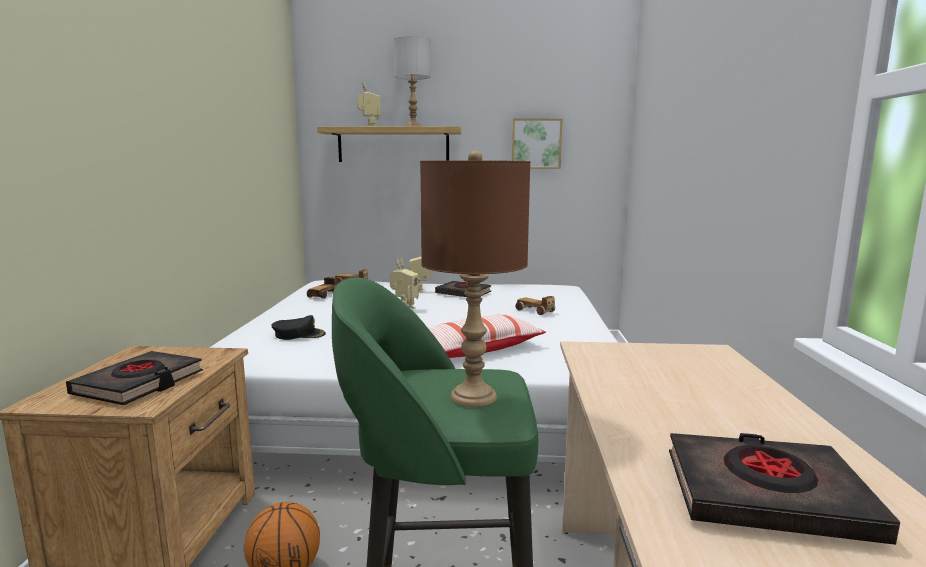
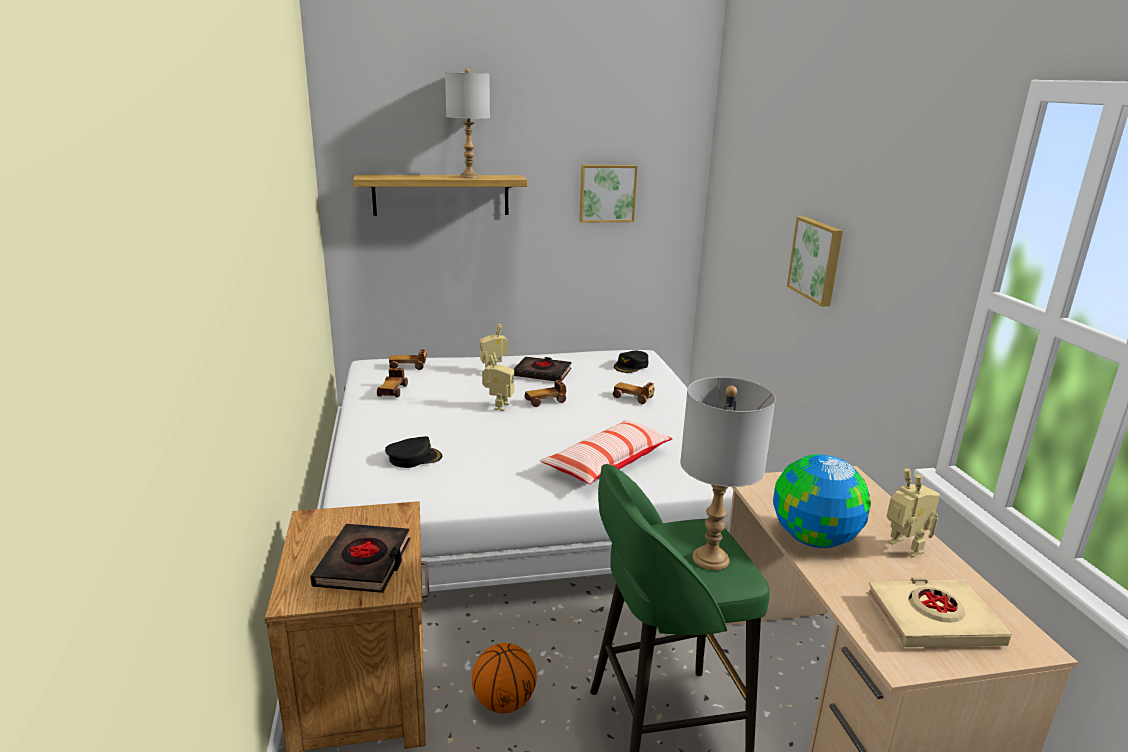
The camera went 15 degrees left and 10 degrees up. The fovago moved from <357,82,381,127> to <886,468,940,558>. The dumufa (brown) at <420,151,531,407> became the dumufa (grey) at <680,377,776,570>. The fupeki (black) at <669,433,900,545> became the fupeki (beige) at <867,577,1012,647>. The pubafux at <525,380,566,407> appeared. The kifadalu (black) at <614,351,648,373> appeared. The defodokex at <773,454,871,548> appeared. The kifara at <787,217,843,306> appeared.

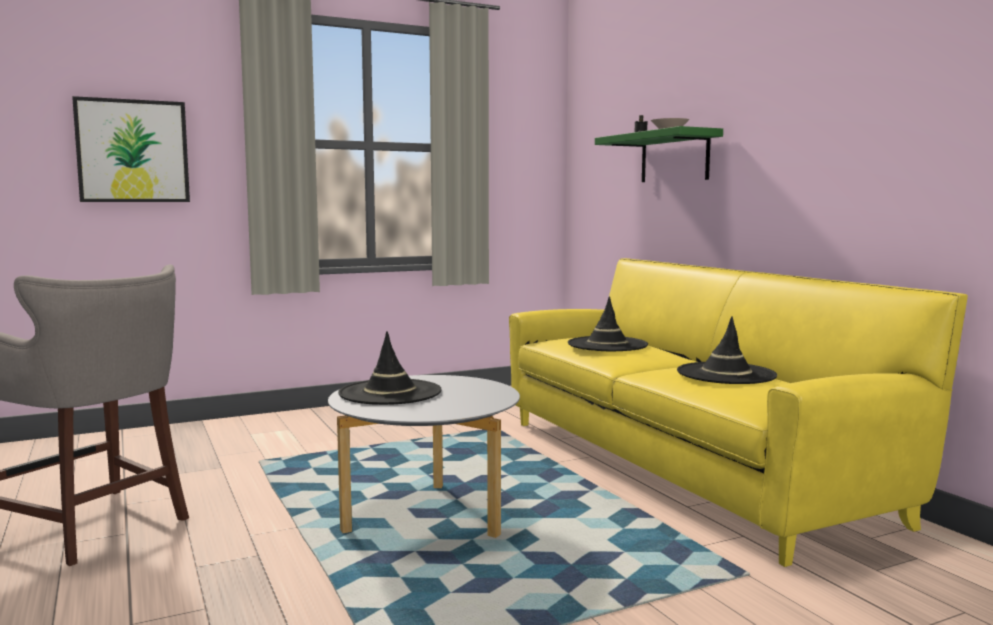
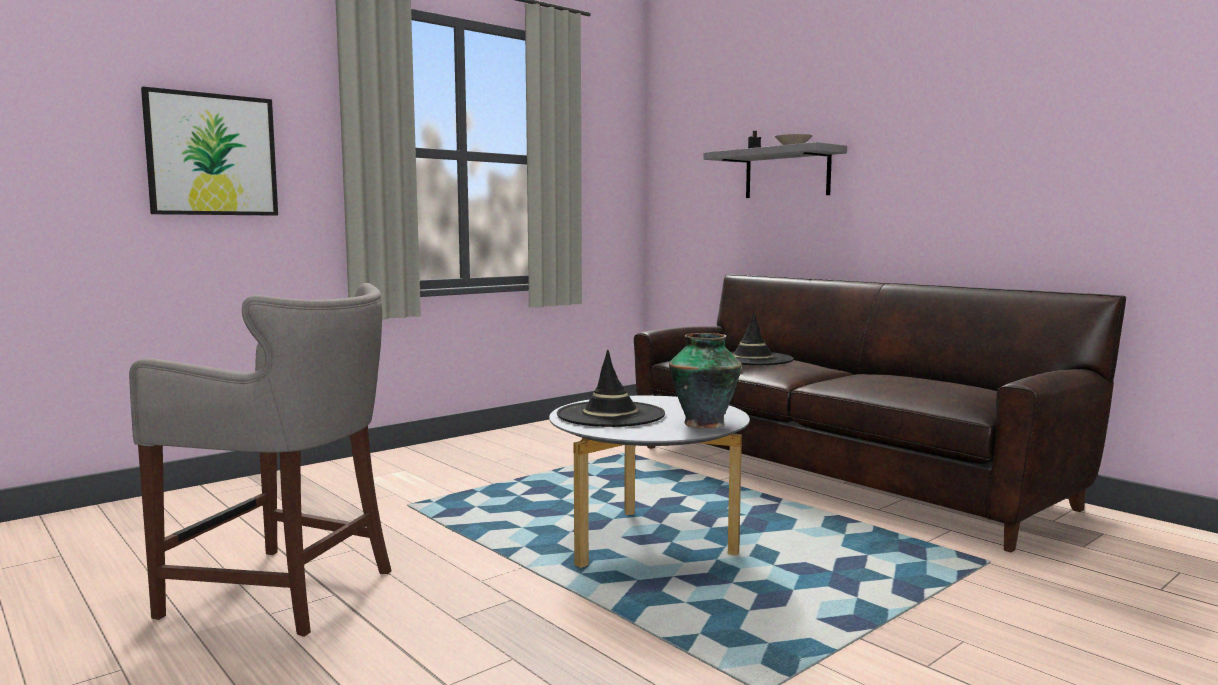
The camera went 15 degrees left and 0 degrees up. The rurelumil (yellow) at <509,258,968,567> became the rurelumil (brown) at <634,274,1126,552>. The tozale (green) at <595,126,723,182> became the tozale (grey) at <703,142,847,198>. The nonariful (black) at <677,316,777,384> disappeared. The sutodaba at <669,333,742,429> appeared.

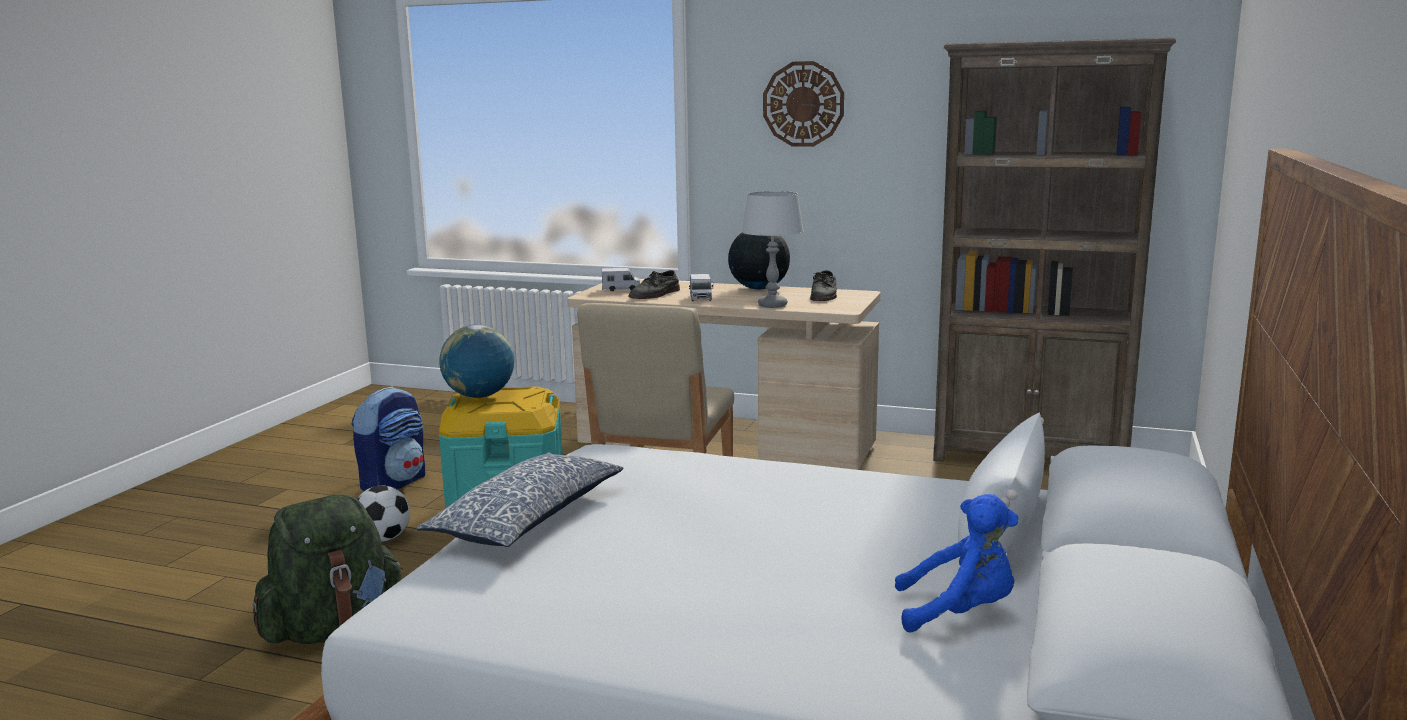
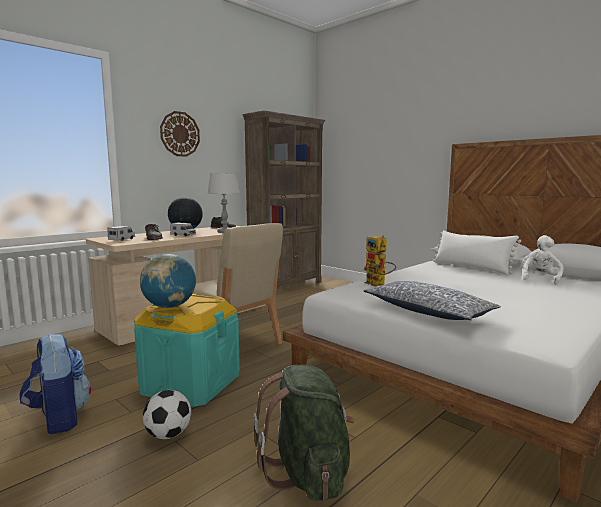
The camera went 65 degrees left and 5 degrees down. The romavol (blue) at <895,494,1018,633> became the romavol (white) at <520,235,564,285>. The fovago at <364,235,396,287> appeared.

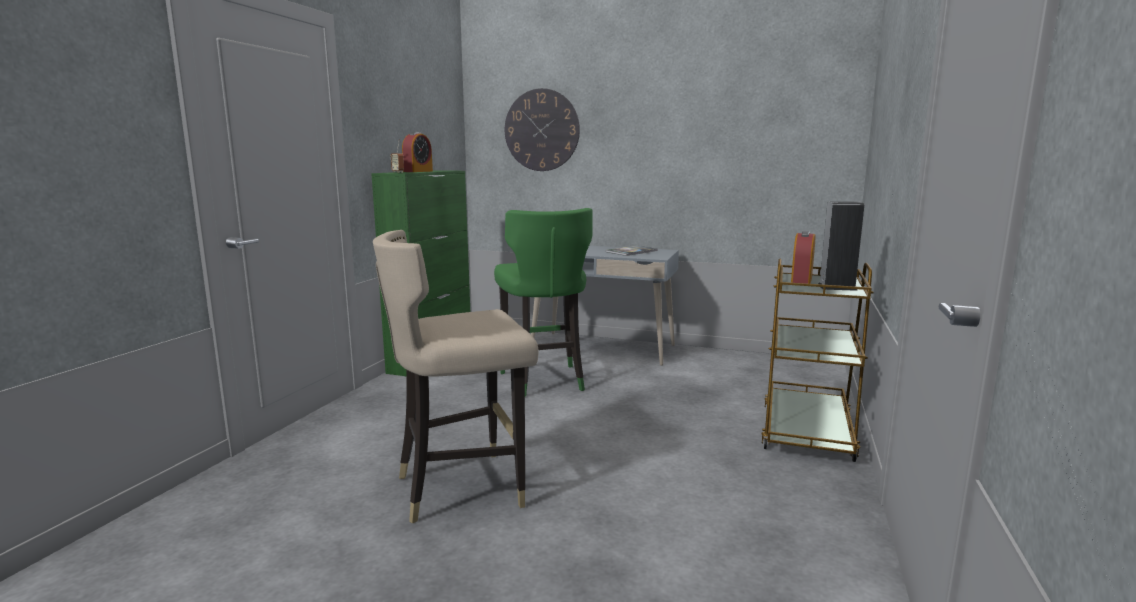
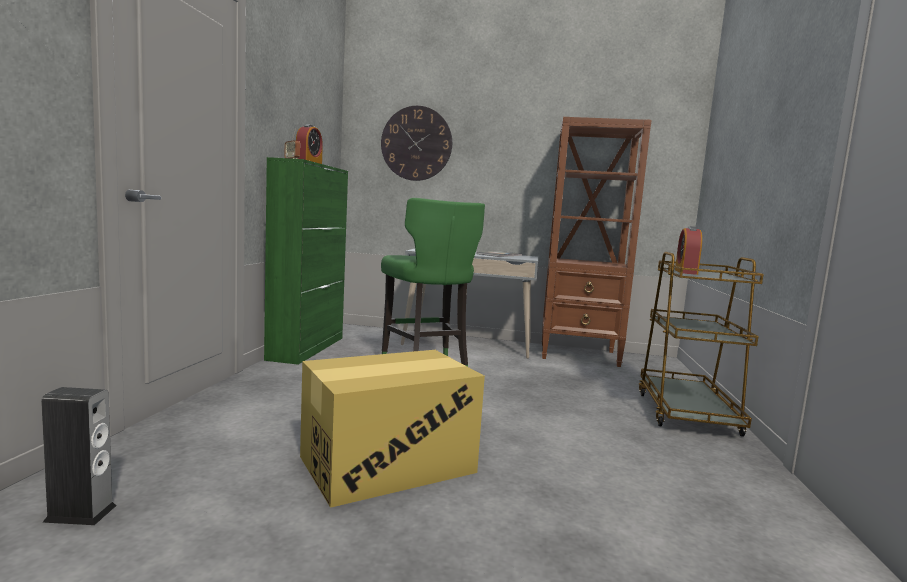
The camera went 10 degrees left and 5 degrees down. The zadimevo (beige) at <373,230,539,524> was replaced by the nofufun at <300,350,485,508>. The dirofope moved from <818,201,864,291> to <41,387,116,525>. The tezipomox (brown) at <542,117,652,367> appeared.

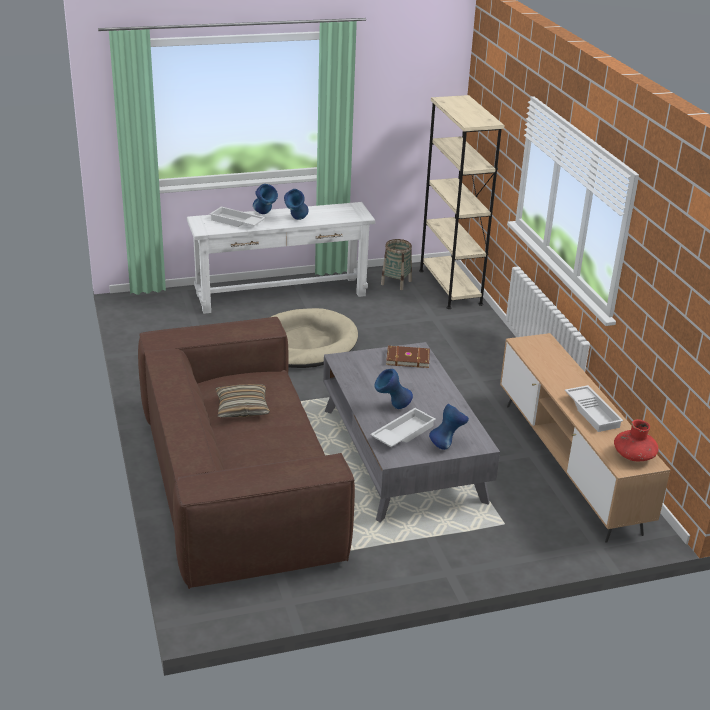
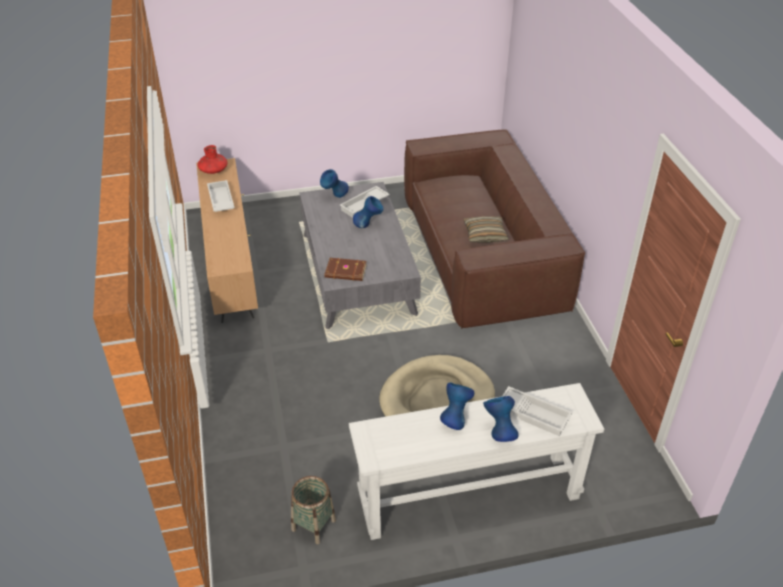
The camera went 175 degrees left and 10 degrees up. The tezipomox (beige) at <419,95,505,309> disappeared.

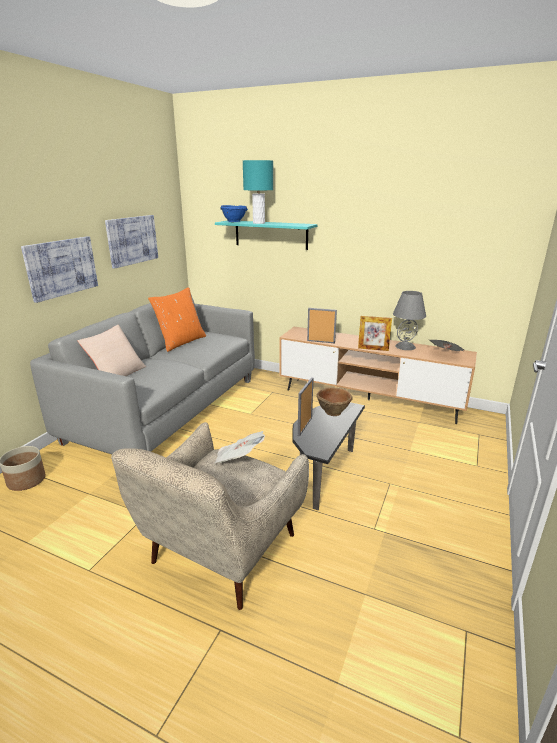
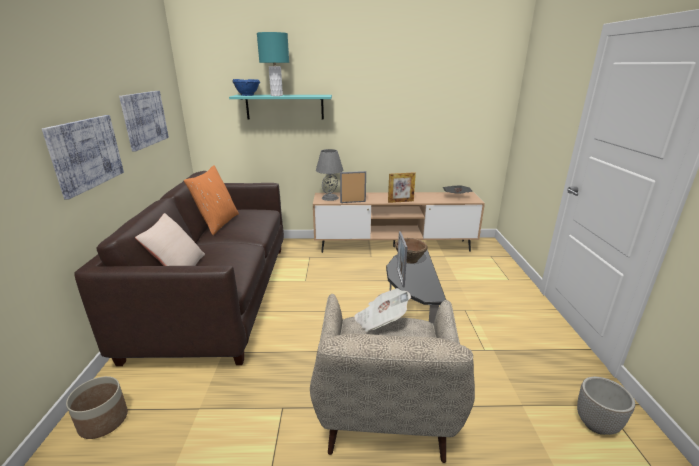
The camera went 25 degrees left and 0 degrees up. The rurelumil (grey) at <30,295,255,454> became the rurelumil (brown) at <74,171,284,366>. The dumufa (grey) moved from <393,291,426,350> to <316,149,343,201>. The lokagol at <577,377,635,435> appeared.

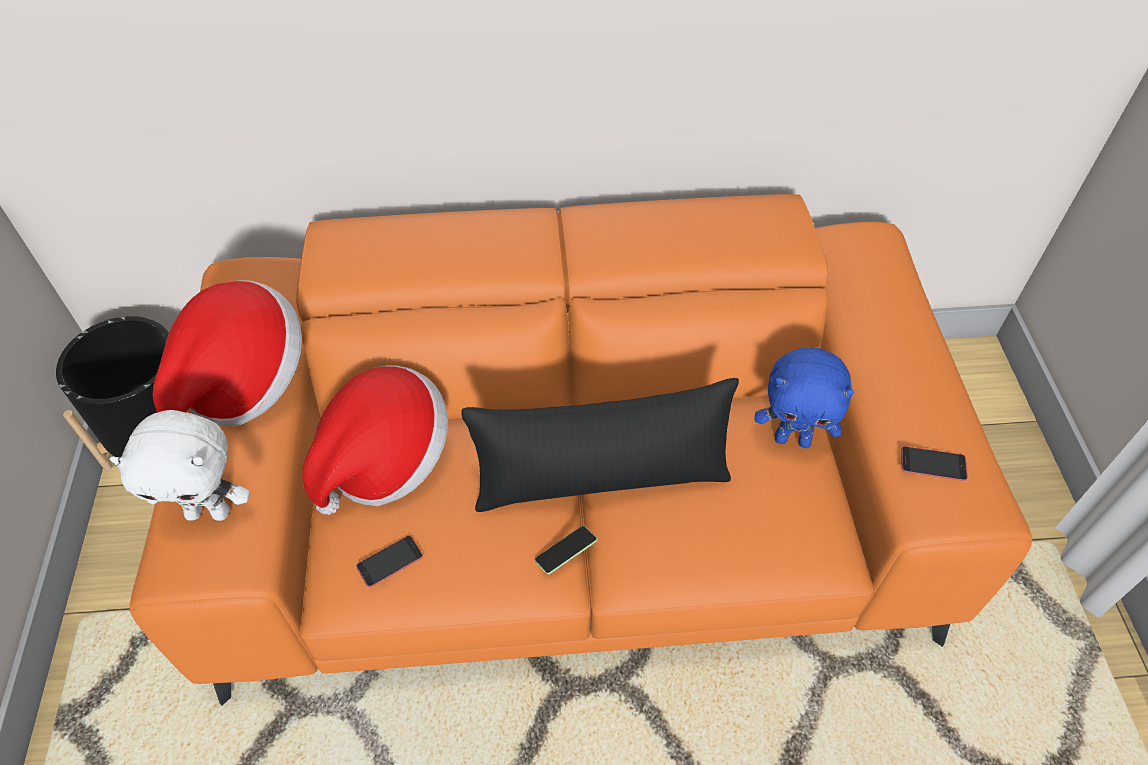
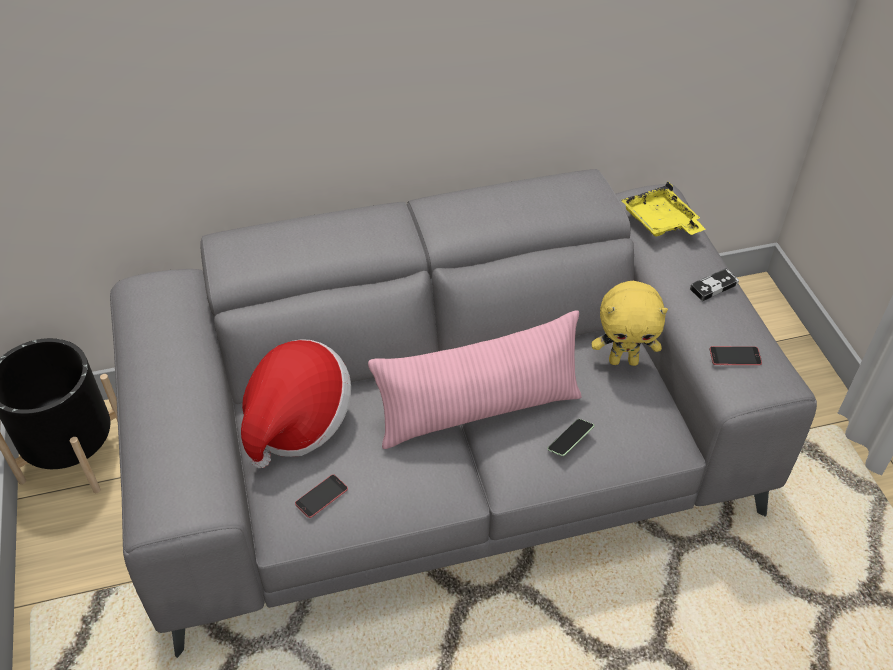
The camera went 10 degrees left and 5 degrees down. The romavol (white) at <110,410,250,521> disappeared. The rurelumil (orange) at <130,194,1032,706> became the rurelumil (grey) at <110,169,817,658>. The nonariful at <153,280,302,426> disappeared. The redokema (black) at <461,378,739,512> became the redokema (pink) at <368,310,581,449>. The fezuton moved from <535,526,598,575> to <547,419,595,456>. The romavol (blue) at <754,347,854,448> became the romavol (yellow) at <592,281,668,366>. The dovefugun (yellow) at <621,182,705,236> appeared. The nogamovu at <690,268,739,301> appeared.

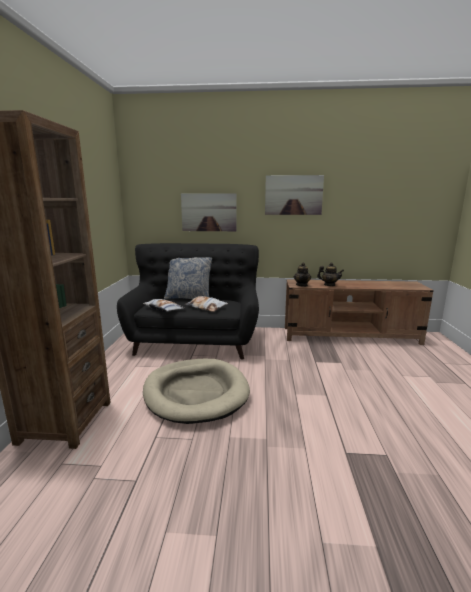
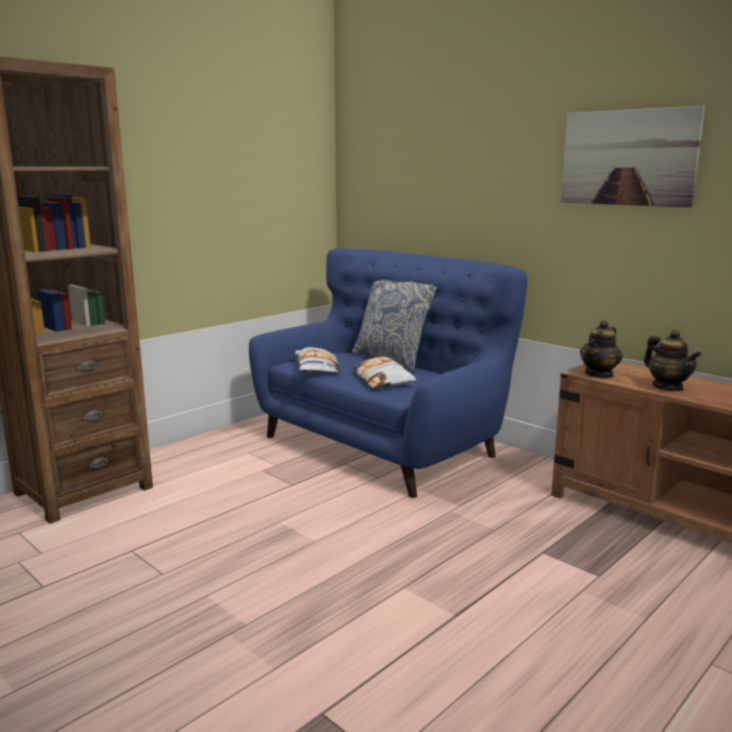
The camera went 40 degrees right and 0 degrees up. The rurelumil (black) at <117,243,259,360> became the rurelumil (blue) at <249,249,528,498>. The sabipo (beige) at <143,359,250,424> disappeared. The kifara at <181,193,236,231> disappeared.

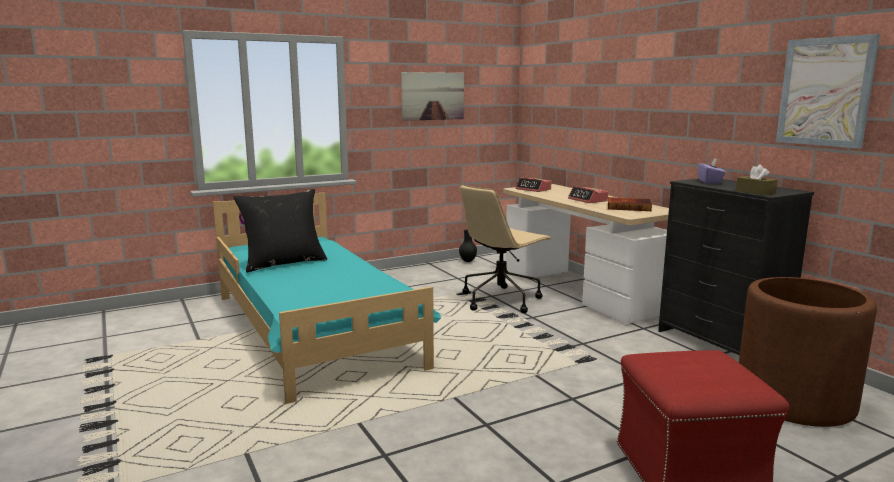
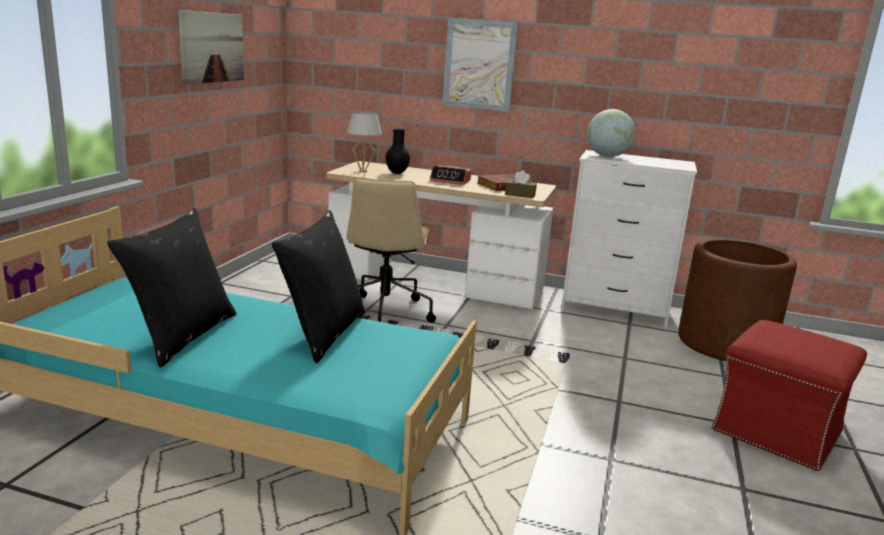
The camera went 45 degrees left and 5 degrees up. The sutodaba (black) moved from <459,230,477,262> to <386,129,410,174>. The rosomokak at <516,177,551,192> was replaced by the dumufa (white) at <347,111,382,172>. The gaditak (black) at <658,178,814,355> became the gaditak (white) at <561,150,697,328>. The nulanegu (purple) at <698,158,726,184> was replaced by the defodokex at <587,109,636,157>. The nulanegu (brown) moved from <736,165,778,196> to <505,170,537,198>. The kifara moved from <776,34,880,149> to <443,18,518,112>. The redokema (black) at <272,210,366,363> appeared.

